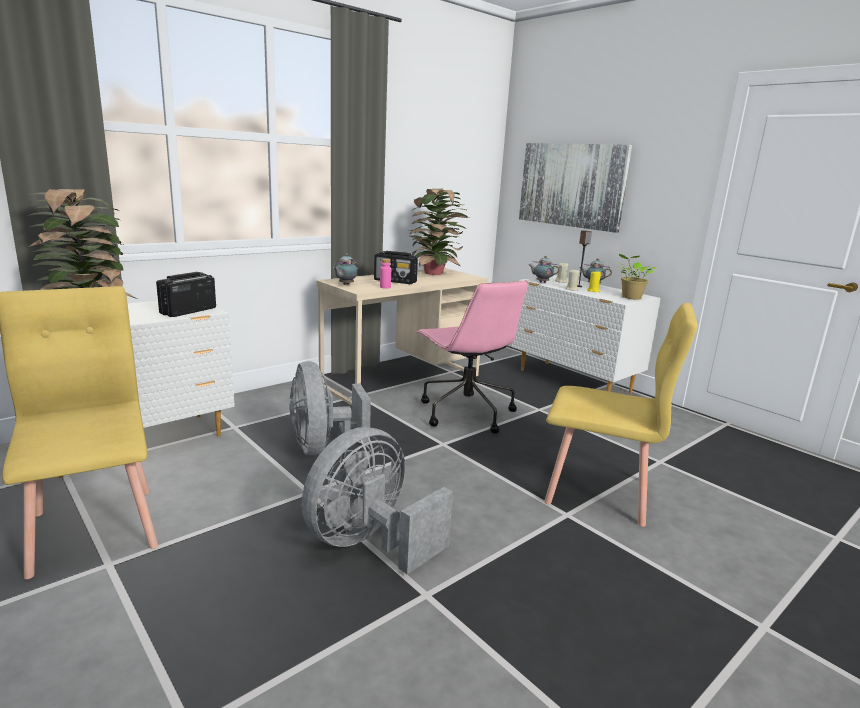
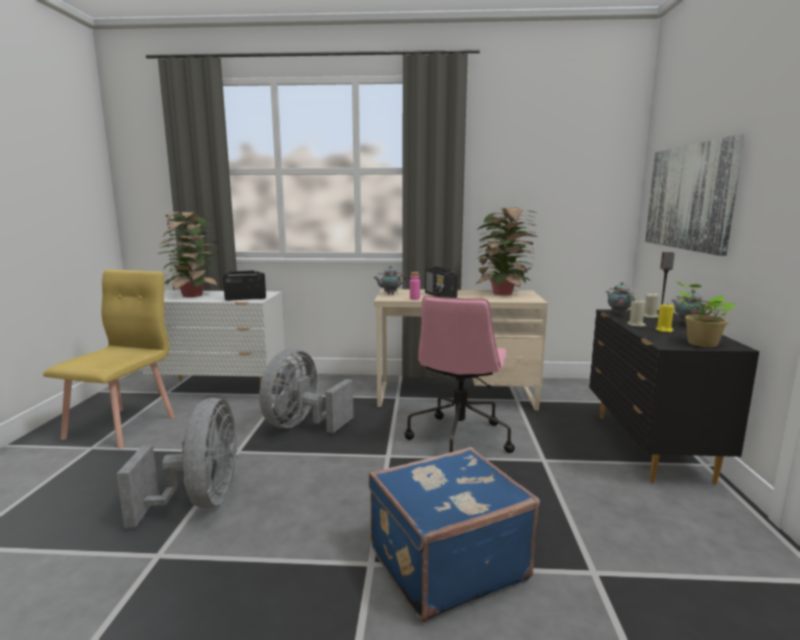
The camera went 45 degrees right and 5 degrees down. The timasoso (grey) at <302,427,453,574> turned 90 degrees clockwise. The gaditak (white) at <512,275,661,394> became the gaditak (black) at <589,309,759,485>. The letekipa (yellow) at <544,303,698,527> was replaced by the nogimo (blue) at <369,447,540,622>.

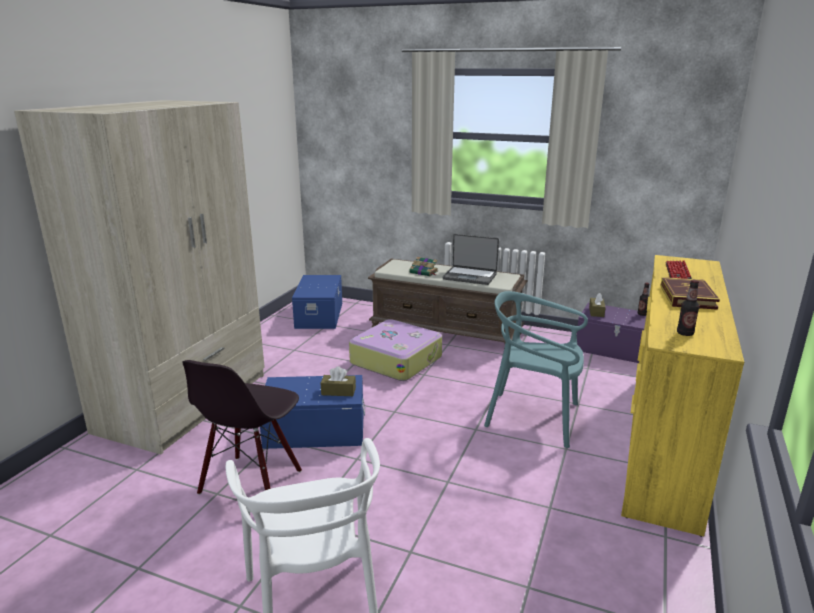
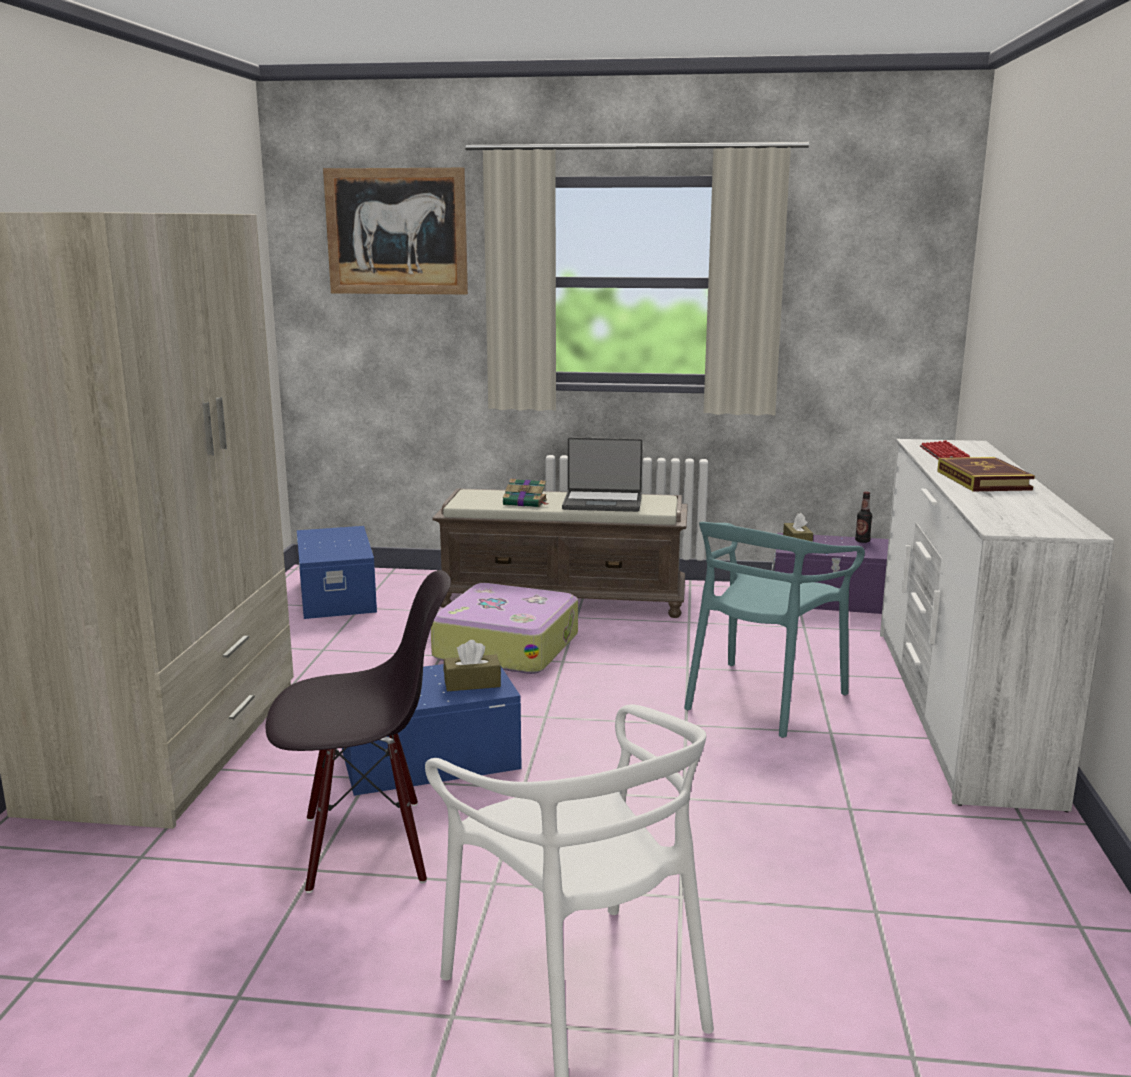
The camera went 15 degrees left and 5 degrees down. The letekipa (black) at <182,360,302,495> turned 105 degrees counterclockwise. The letekipa (turquoise) at <484,291,588,448> turned 60 degrees counterclockwise. The gaditak (yellow) at <621,255,744,537> became the gaditak (white) at <880,439,1114,812>. The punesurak at <677,280,699,336> disappeared. The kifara at <323,168,468,295> appeared.

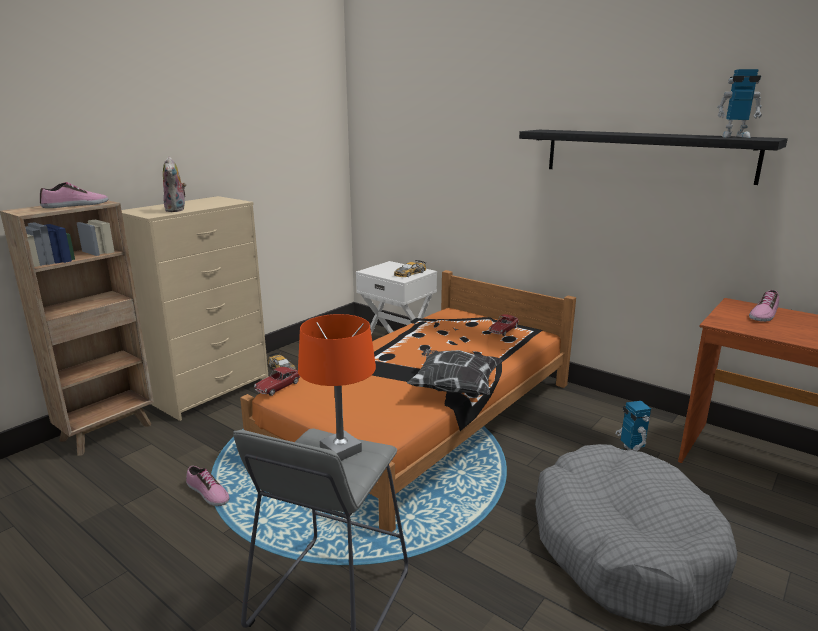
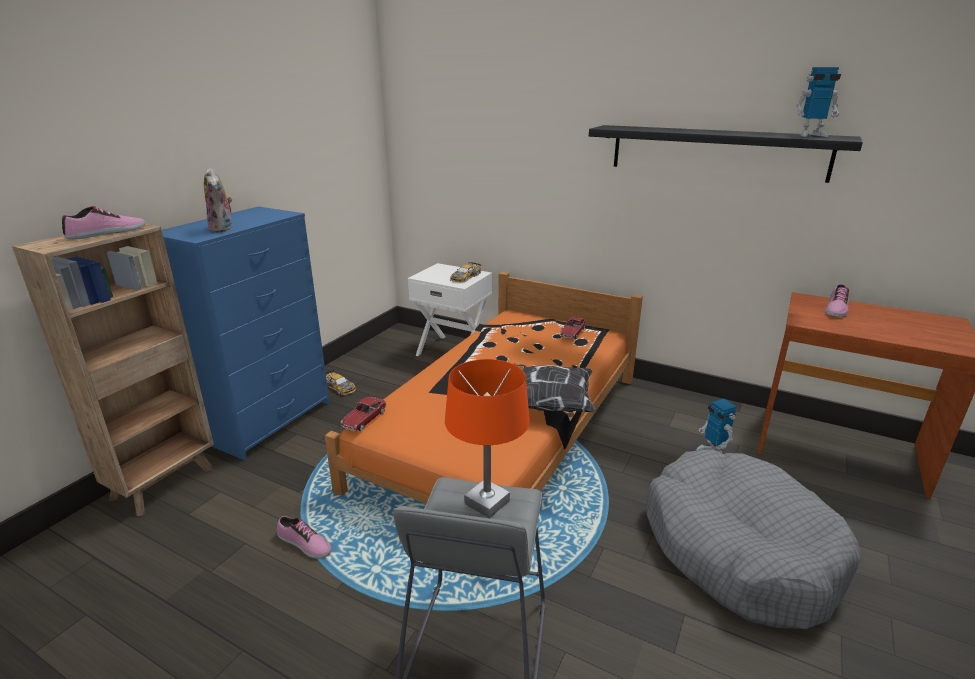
The camera went 10 degrees left and 5 degrees up. The gaditak (beige) at <122,196,268,421> became the gaditak (blue) at <162,207,330,460>.

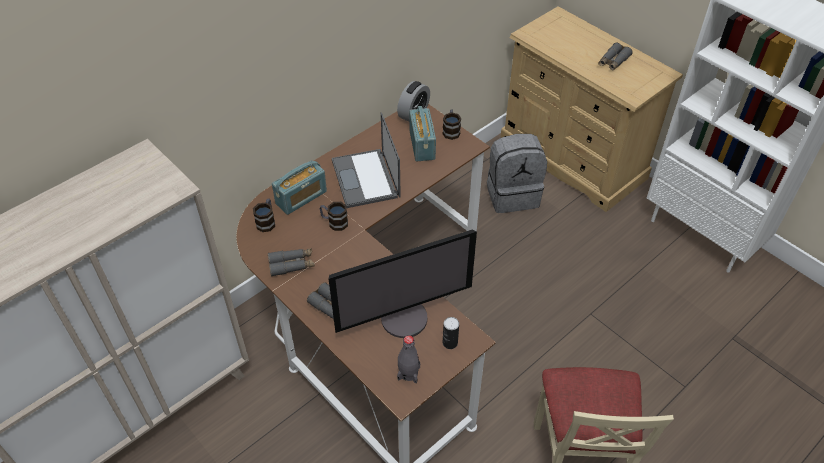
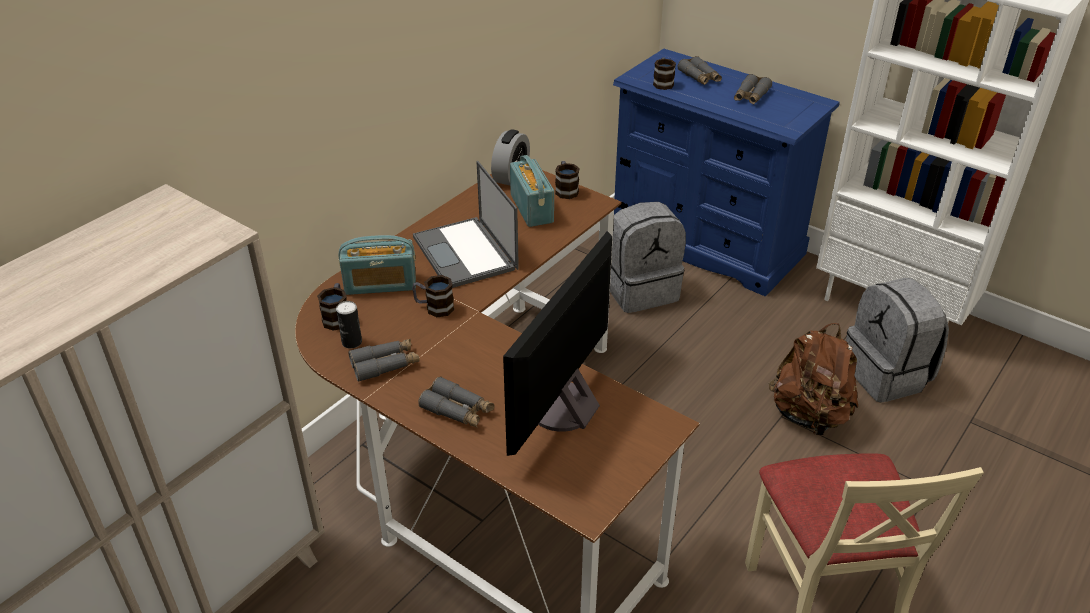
The camera went 10 degrees left and 10 degrees down. The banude at <272,160,327,215> turned 45 degrees clockwise. The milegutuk at <329,230,477,338> turned 150 degrees clockwise. The punesurak (grey) at <397,335,420,383> disappeared. The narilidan moved from <443,317,459,349> to <336,301,362,349>. The gaditak (beige) at <500,6,683,212> became the gaditak (blue) at <613,49,840,297>. The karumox at <653,57,676,90> appeared. The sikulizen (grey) at <678,56,722,85> appeared. The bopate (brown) at <769,323,858,435> appeared. The bopate (grey) at <846,278,949,403> appeared.

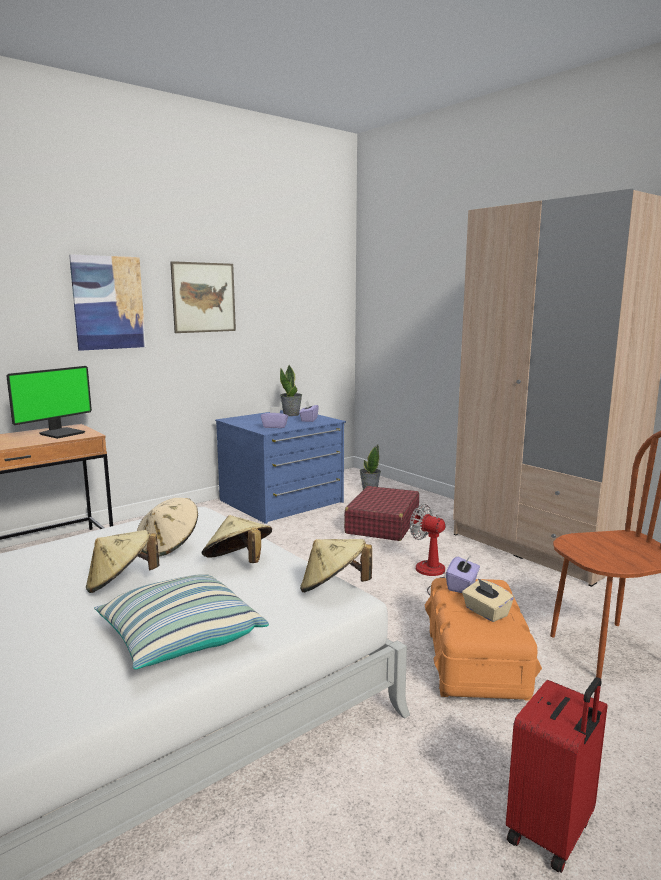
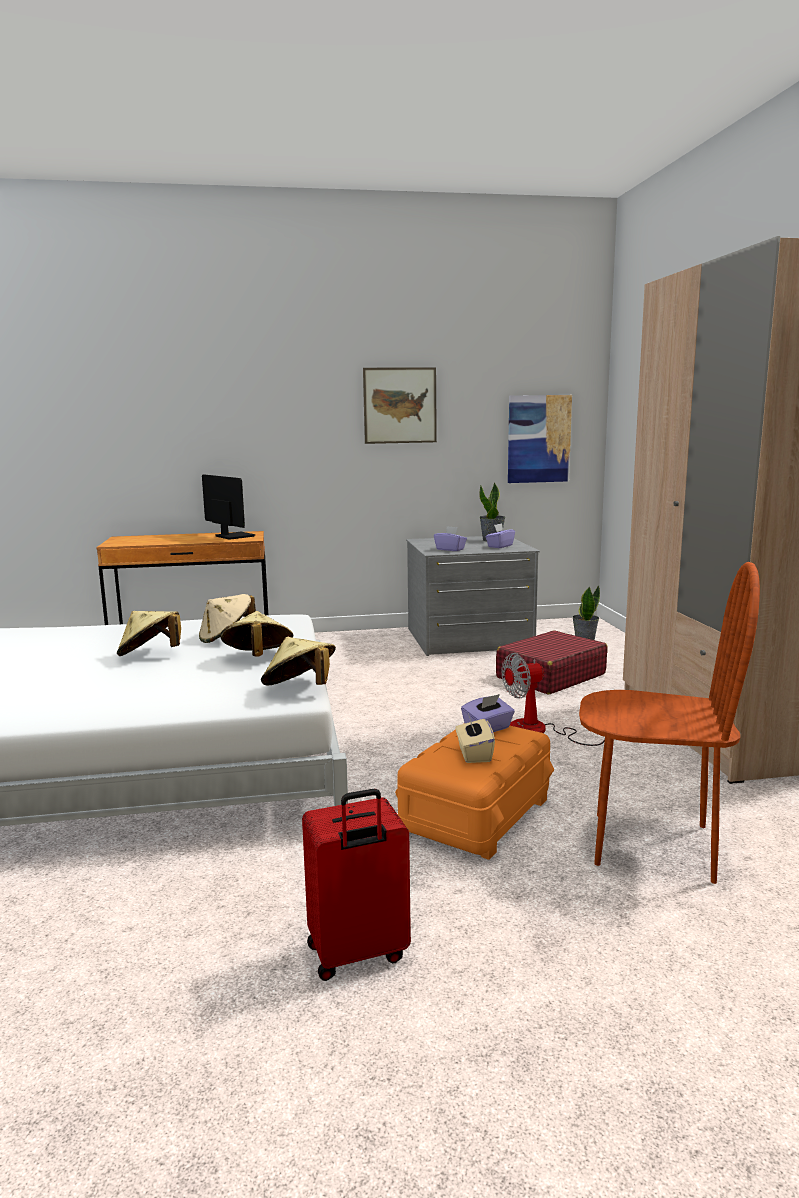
The camera went 30 degrees right and 0 degrees up. The milegutuk at <6,366,92,439> turned 105 degrees counterclockwise. The kifara moved from <69,254,146,351> to <508,395,572,483>. The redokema at <94,574,269,669> disappeared. The gaditak (blue) at <215,410,346,524> became the gaditak (grey) at <406,536,540,656>. The timasoso at <410,504,446,595> turned 90 degrees counterclockwise.

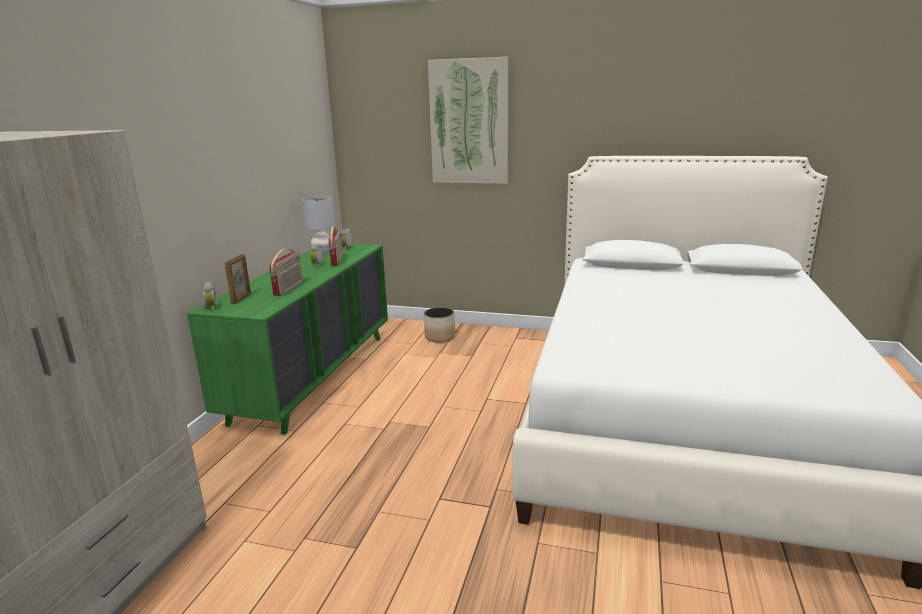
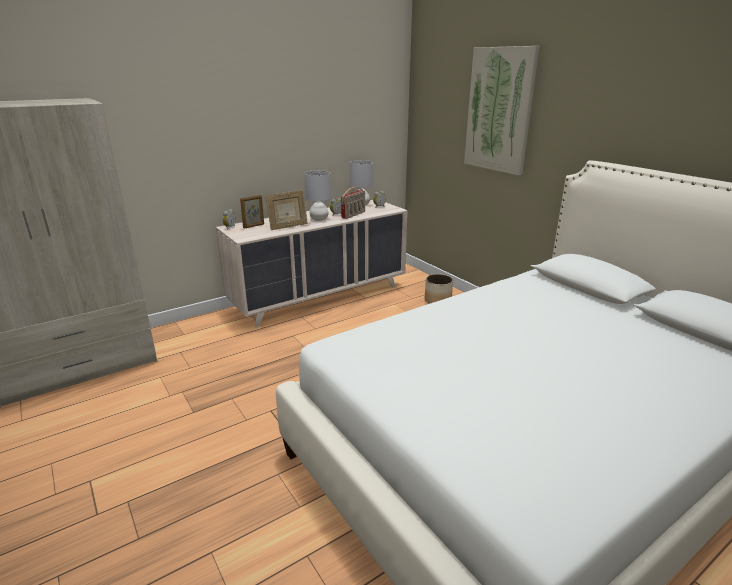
The camera went 40 degrees right and 5 degrees up. The gaditak (green) at <187,244,388,435> became the gaditak (beige) at <216,200,408,327>. The banude at <269,249,303,296> was replaced by the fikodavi at <265,190,308,230>. The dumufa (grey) at <304,170,331,221> appeared.

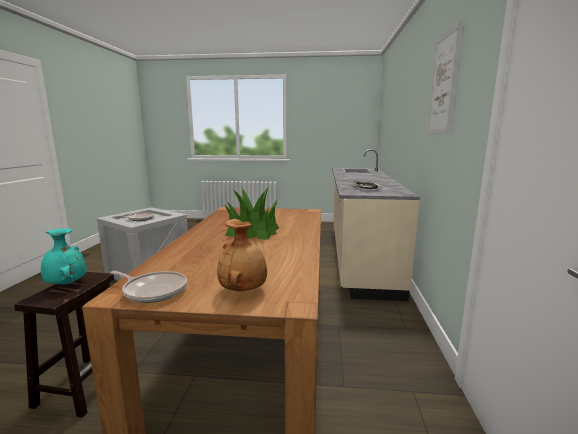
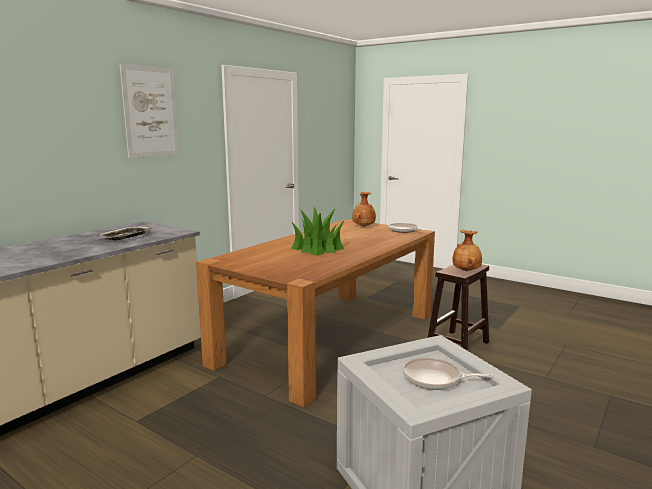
The camera went 150 degrees left and 0 degrees up. The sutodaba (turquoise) at <41,228,87,284> became the sutodaba (brown) at <452,230,482,271>.

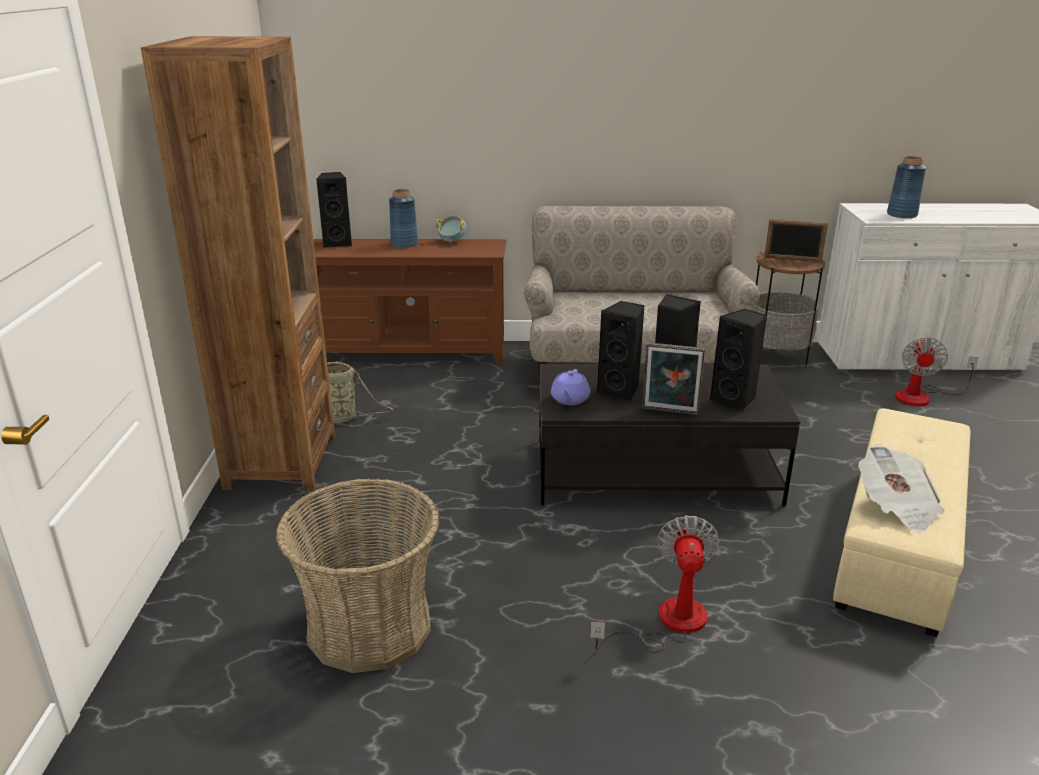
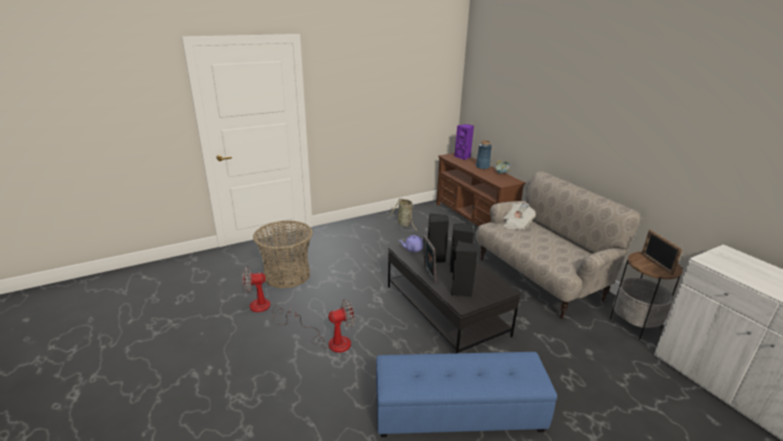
The camera went 60 degrees right and 0 degrees up. The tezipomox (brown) at <141,36,335,491> disappeared. The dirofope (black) at <316,172,352,248> became the dirofope (purple) at <454,124,474,160>. The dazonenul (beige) at <833,408,971,637> became the dazonenul (blue) at <376,352,557,437>. The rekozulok moved from <858,444,945,534> to <504,202,536,230>. The sutodaba (blue) at <887,156,926,218> disappeared. The timasoso moved from <895,337,979,406> to <242,267,291,325>.

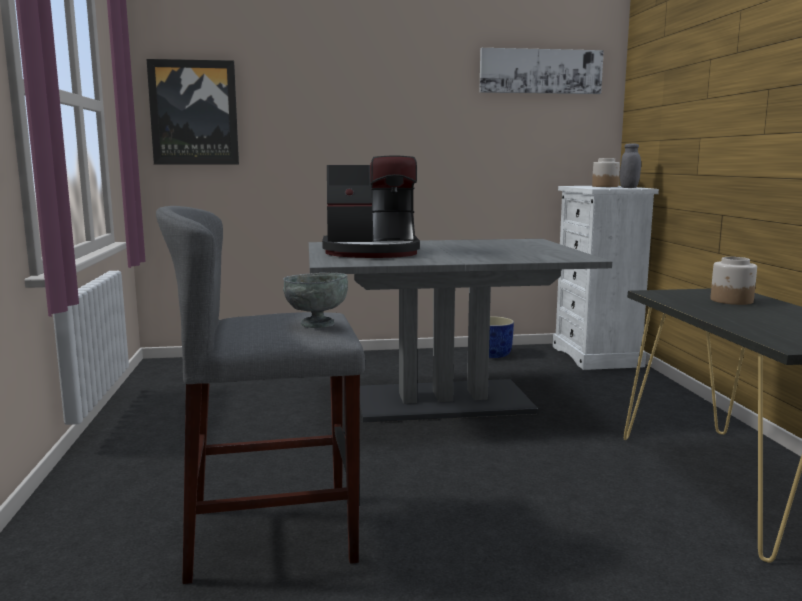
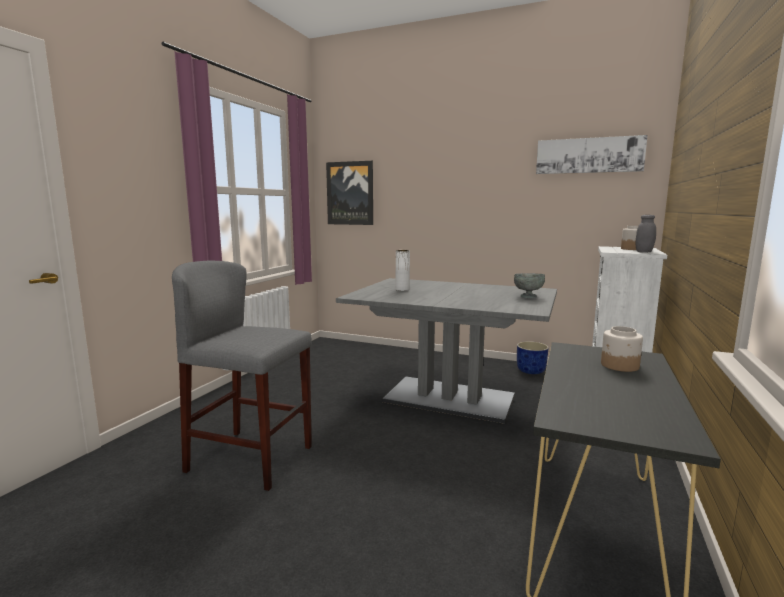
The camera went 30 degrees right and 0 degrees up. The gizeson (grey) moved from <283,273,348,328> to <514,273,545,298>. The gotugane at <322,156,420,258> was replaced by the sutodaba (white) at <396,250,410,291>.

